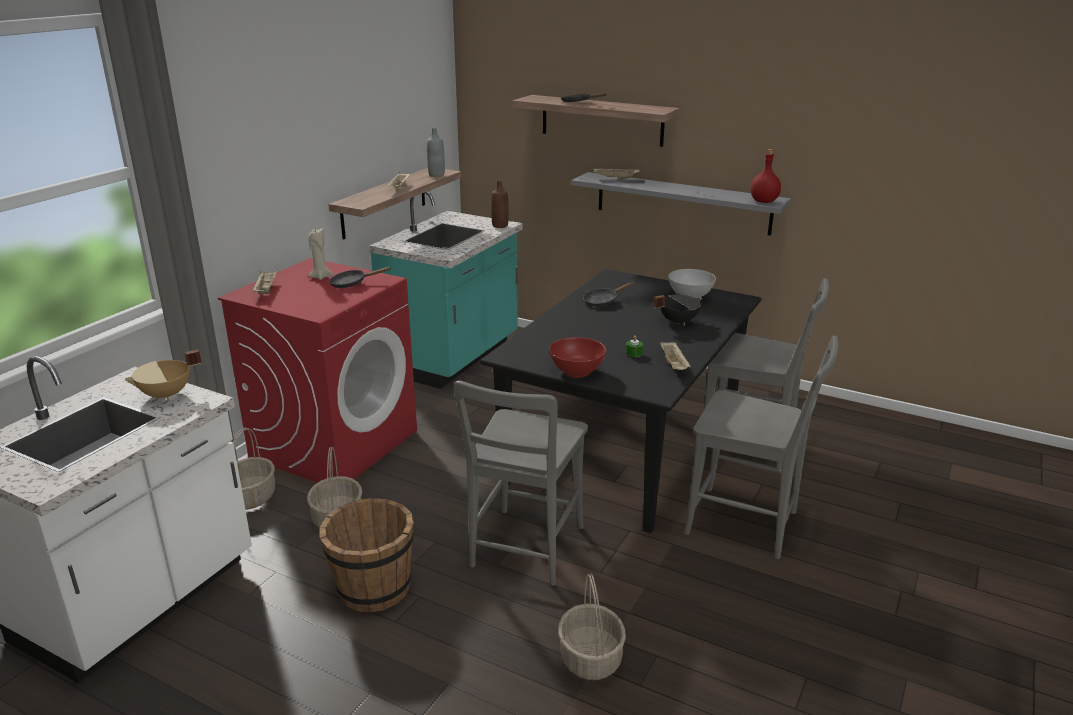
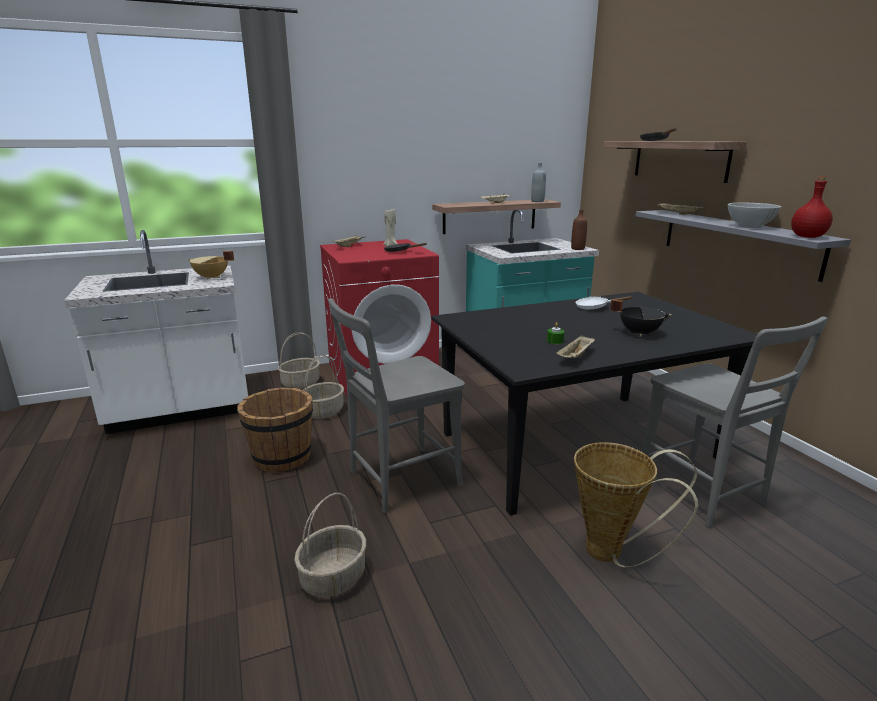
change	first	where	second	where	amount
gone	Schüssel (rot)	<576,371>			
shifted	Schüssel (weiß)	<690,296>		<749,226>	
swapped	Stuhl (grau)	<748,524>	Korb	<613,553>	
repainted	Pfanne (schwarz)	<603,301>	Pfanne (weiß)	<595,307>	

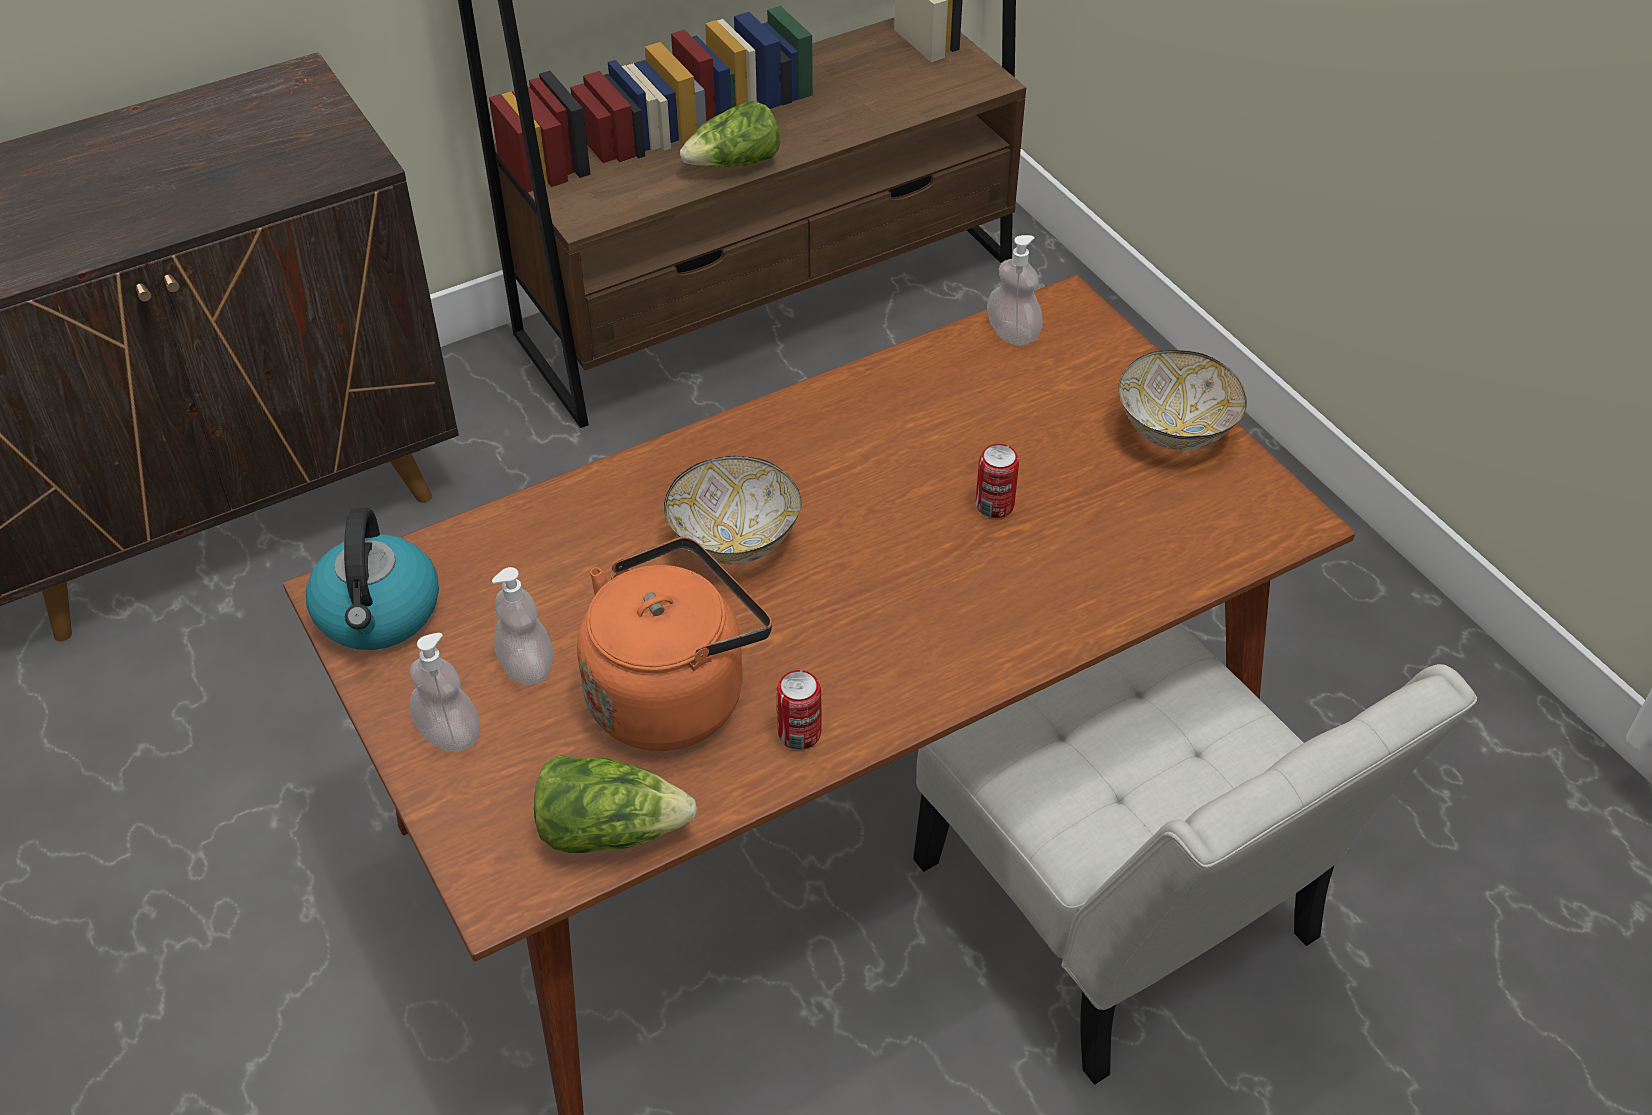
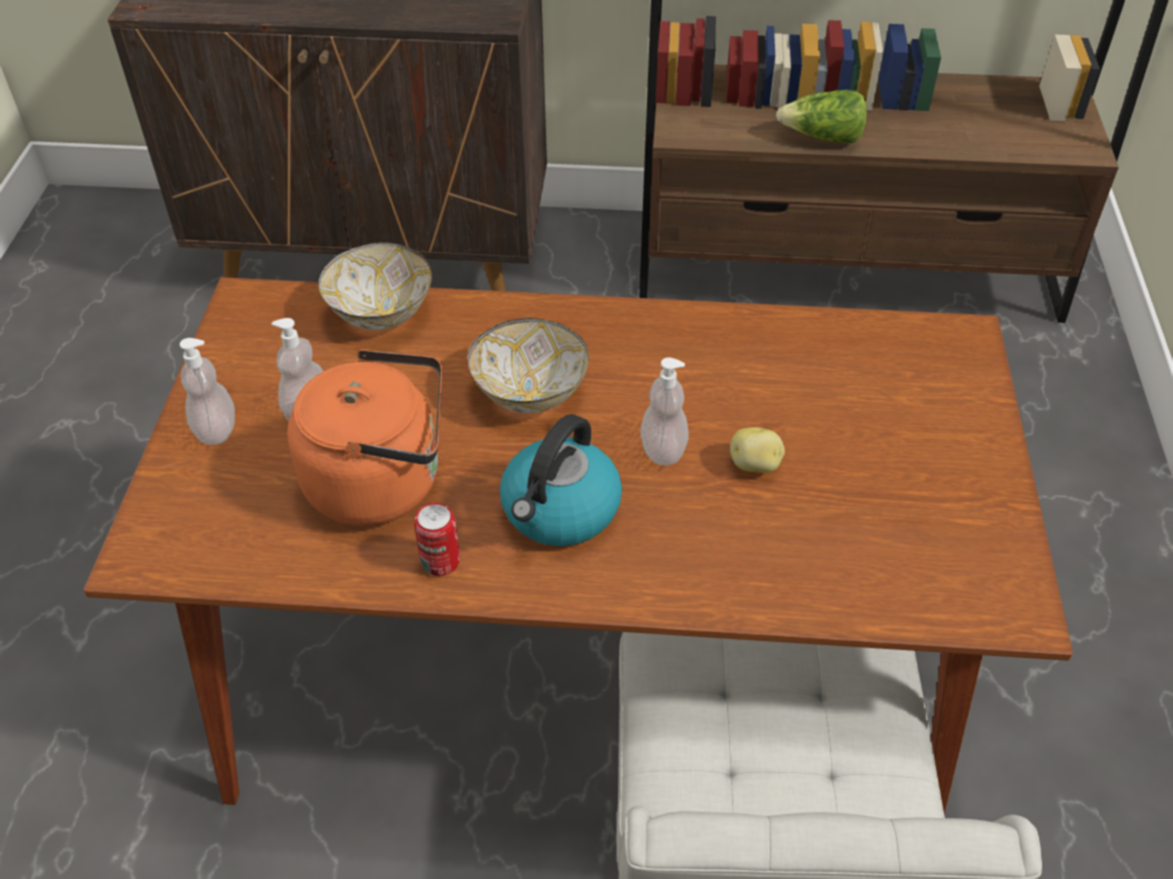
change	first	where	second	where	amount
gone	Salatkopf	<610,829>			
shifted	Wasserkessel	<378,613>		<560,511>	
shifted	Seifenspender	<1012,333>		<663,449>	
shifted	Schüssel	<1175,432>		<380,314>	
swapped	Dose	<994,505>	Kartoffel	<755,465>	

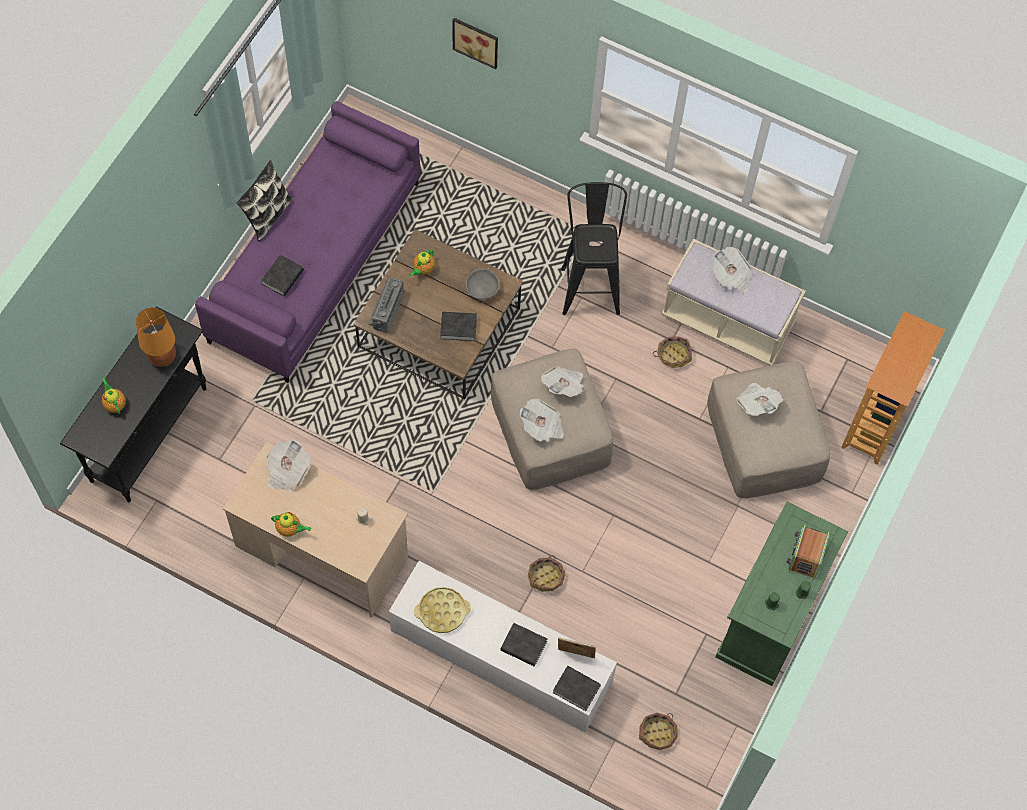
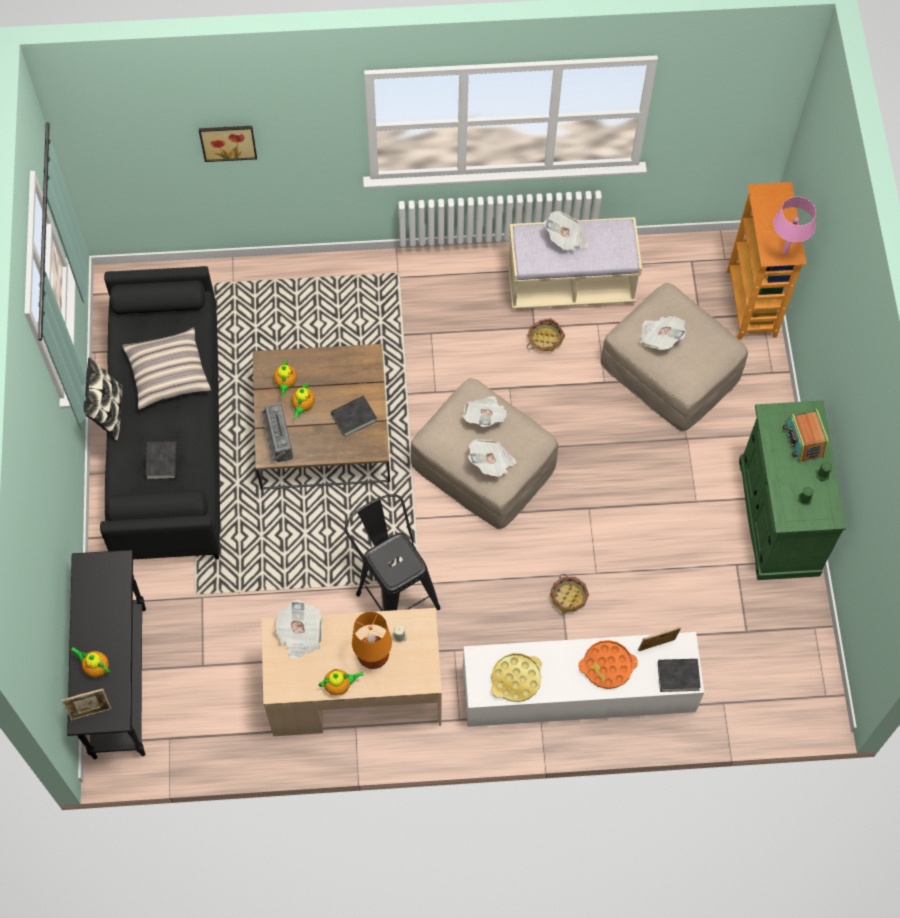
change	first	where	second	where	amount
gone	Schüssel (grau)	<482,290>			
gone	Korb	<658,733>			
new			Bilderrahmen	<91,712>	
new			Kissen	<168,373>	
new			Teekanne	<303,406>	
new			Tischlampe (rosa)	<785,252>	
shifted	Tischlampe (orange)	<163,357>		<373,656>	
shifted	Hocker (schwarz)	<590,284>		<393,594>	
swapped	Buch (schwarz)	<523,646>	Tablett (orange)	<607,666>	
repainted	Sofa (lila)	<315,261>	Sofa (schwarz)	<167,433>	

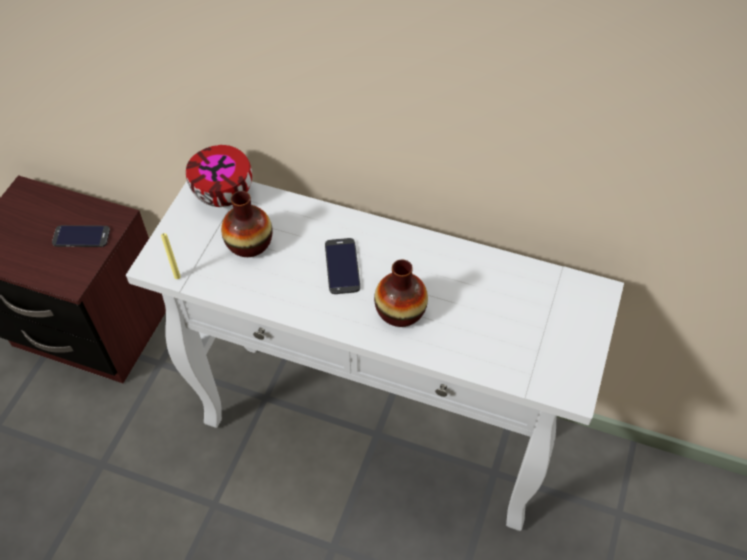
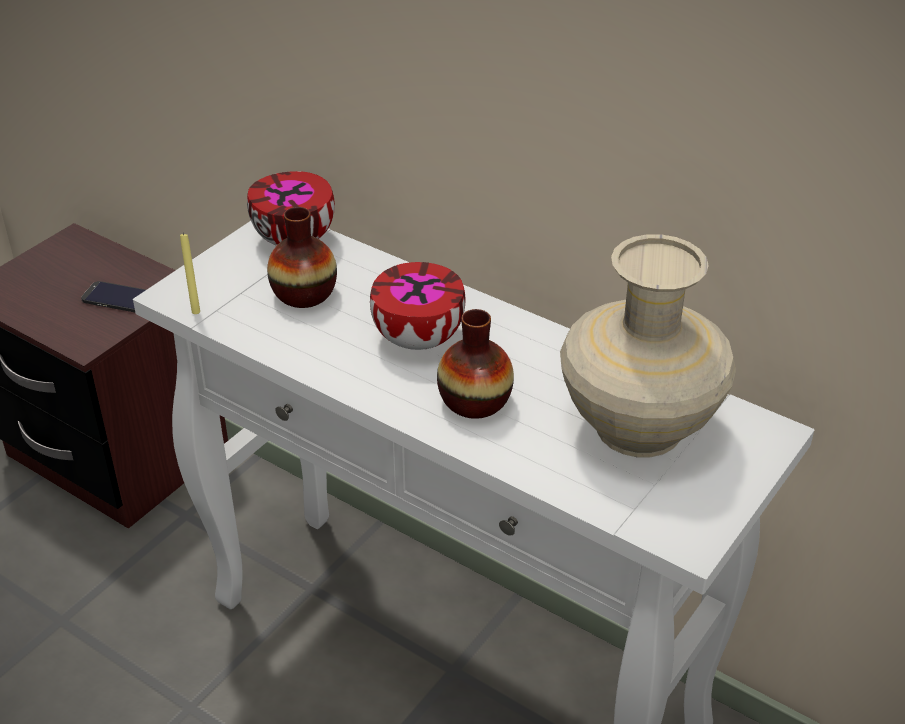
change	first	where	second	where	amount
new			Vase (beige)	<640,427>	
swapped	Handy	<342,266>	Schüssel	<416,339>	

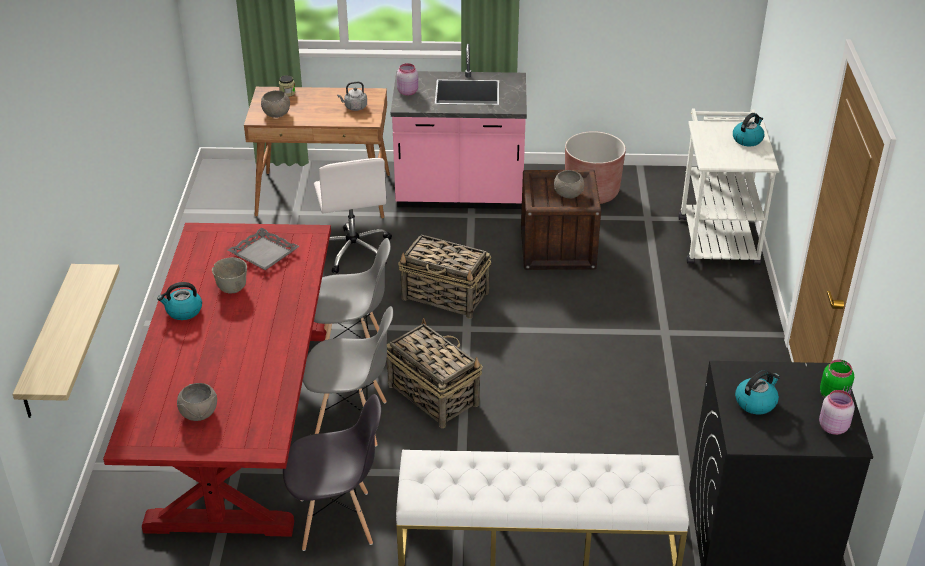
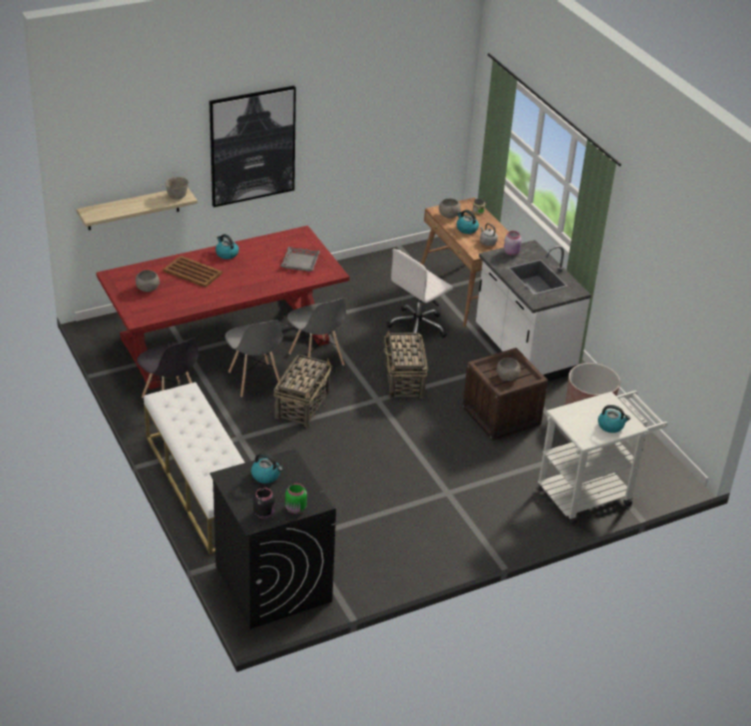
change	first	where	second	where	amount
new			Tablett (braun)	<192,272>	
new			Bild	<252,146>	
new			Wasserkessel	<466,229>	
shifted	Schüssel (grau)	<231,288>		<177,196>	
repainted	Küchenzeile (rosa)	<460,195>	Küchenzeile (weiß)	<523,352>	
repainted	Vorratsglas (rosa)	<832,426>	Vorratsglas (schwarz)	<264,513>	

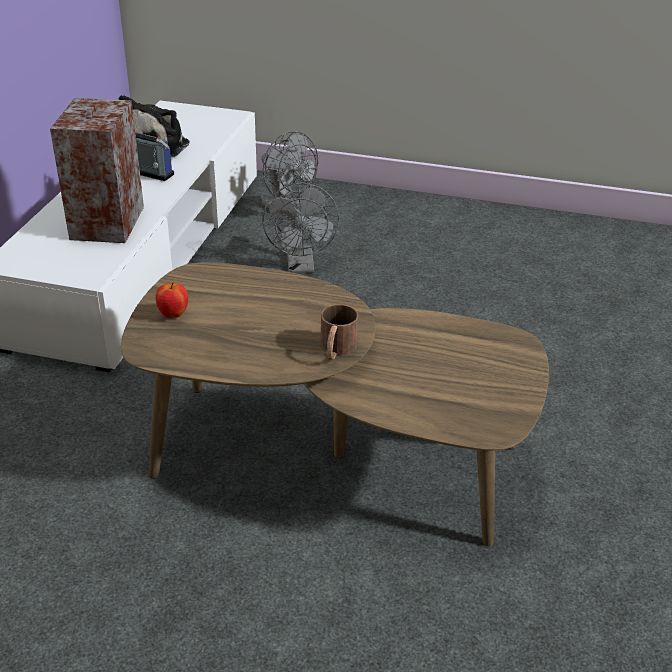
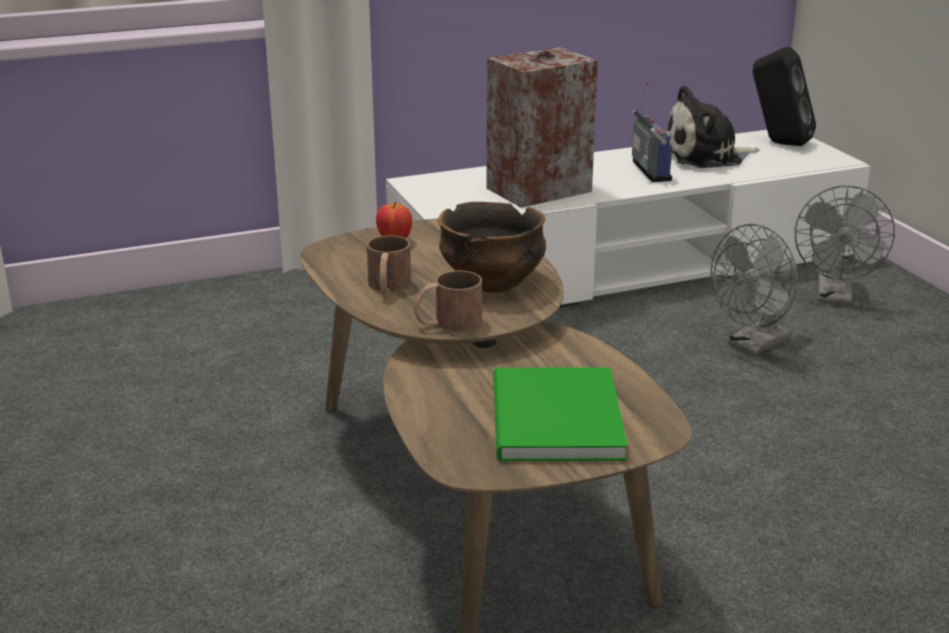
change	first	where	second	where	amount
new			Henkelbecher (braun)	<388,288>	
new			Schüssel	<493,282>	
new			Buch (grün)	<552,421>	
new			Lautsprecher (schwarz)	<777,143>	

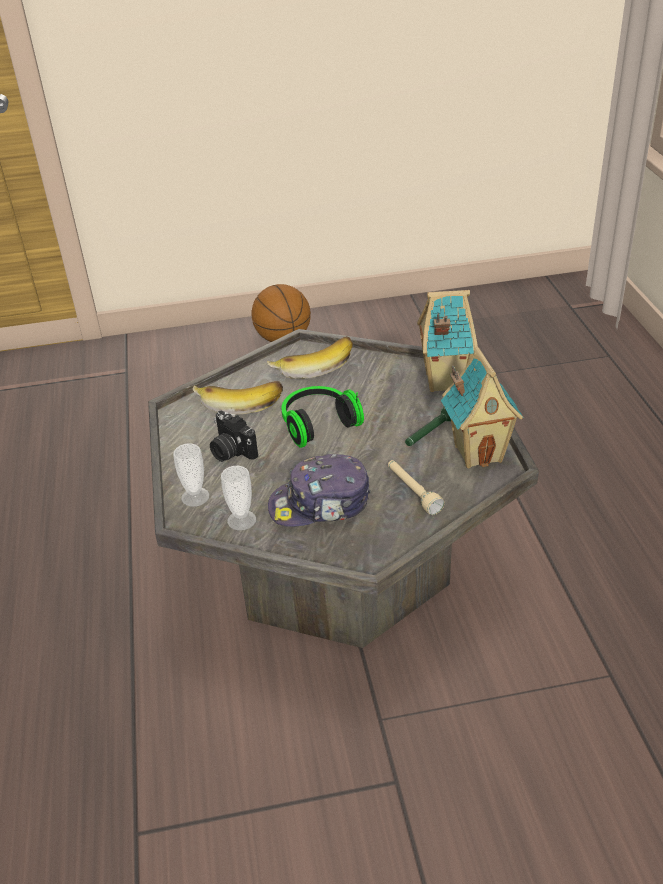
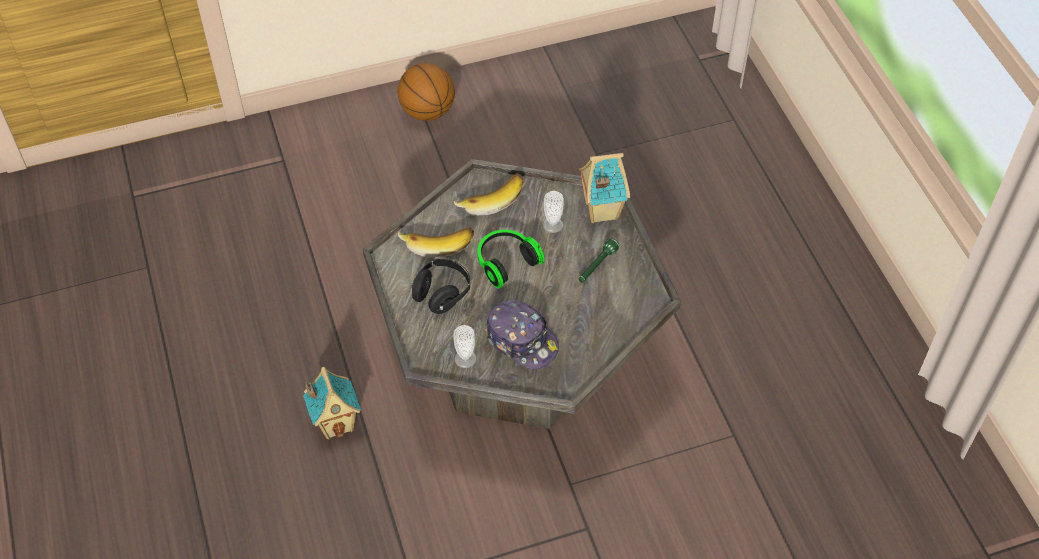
change	first	where	second	where	amount
gone	Taschenlampe (beige)	<412,492>			
shifted	Tasse	<195,497>		<553,225>	
shifted	Spielzeughaus	<478,453>		<336,423>	
swapped	Kamera	<231,451>	Kopfhörer (schwarz)	<442,294>	
rotated	Kappe	<320,504>		<521,340>	120 degrees counterclockwise

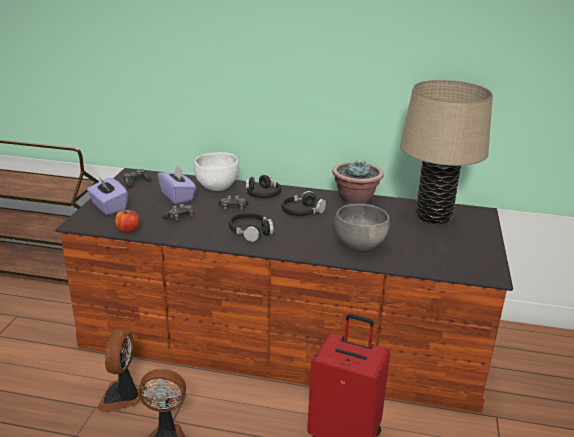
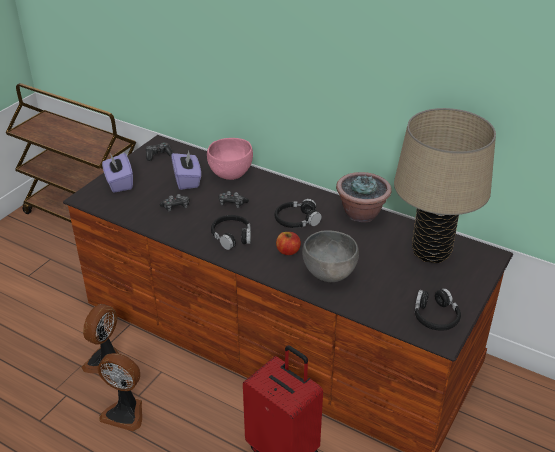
change	first	where	second	where	amount
shifted	Apfel	<128,230>		<288,251>	
shifted	Kopfhörer (schwarz)	<262,194>		<435,316>	
repainted	Schüssel (weiß)	<217,187>	Schüssel (rosa)	<230,174>	

